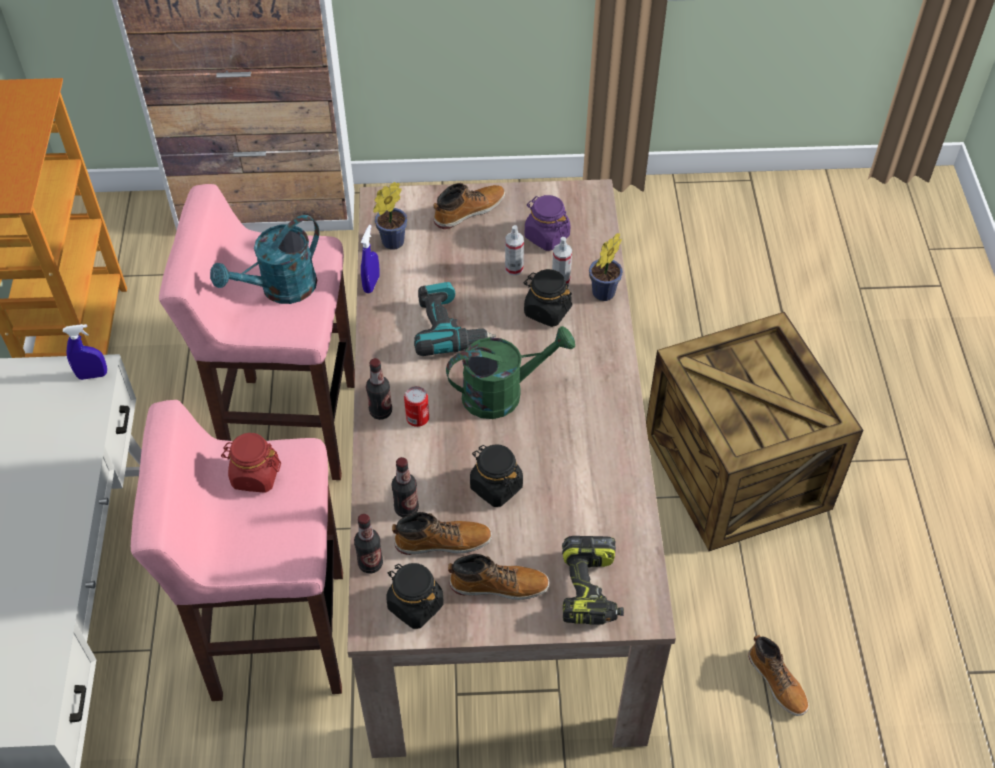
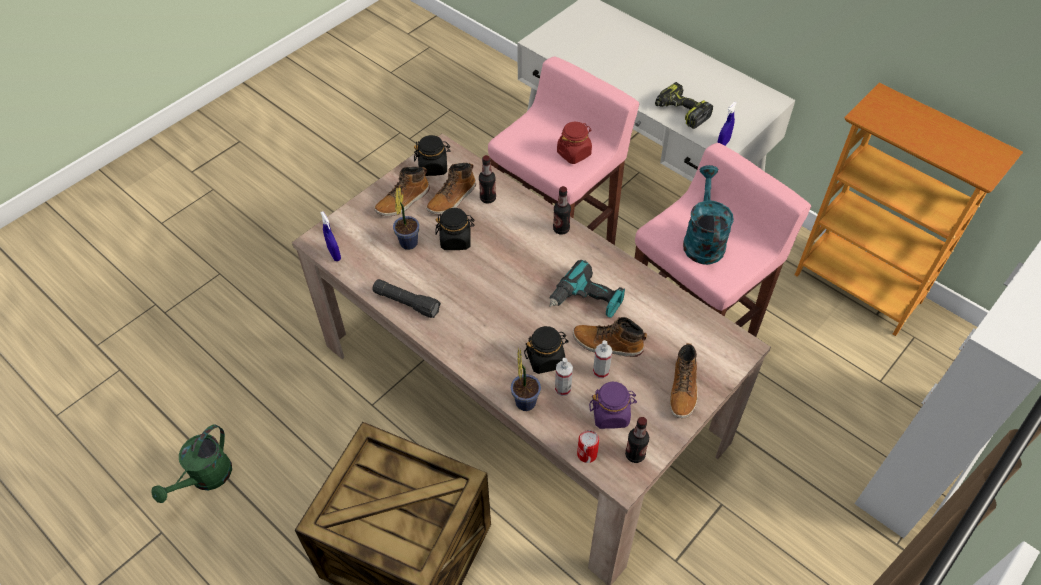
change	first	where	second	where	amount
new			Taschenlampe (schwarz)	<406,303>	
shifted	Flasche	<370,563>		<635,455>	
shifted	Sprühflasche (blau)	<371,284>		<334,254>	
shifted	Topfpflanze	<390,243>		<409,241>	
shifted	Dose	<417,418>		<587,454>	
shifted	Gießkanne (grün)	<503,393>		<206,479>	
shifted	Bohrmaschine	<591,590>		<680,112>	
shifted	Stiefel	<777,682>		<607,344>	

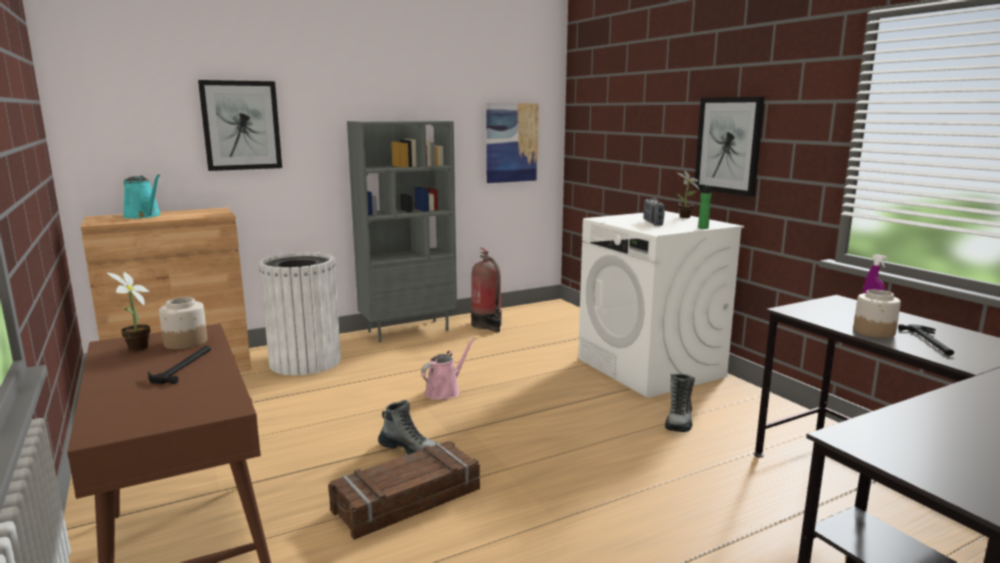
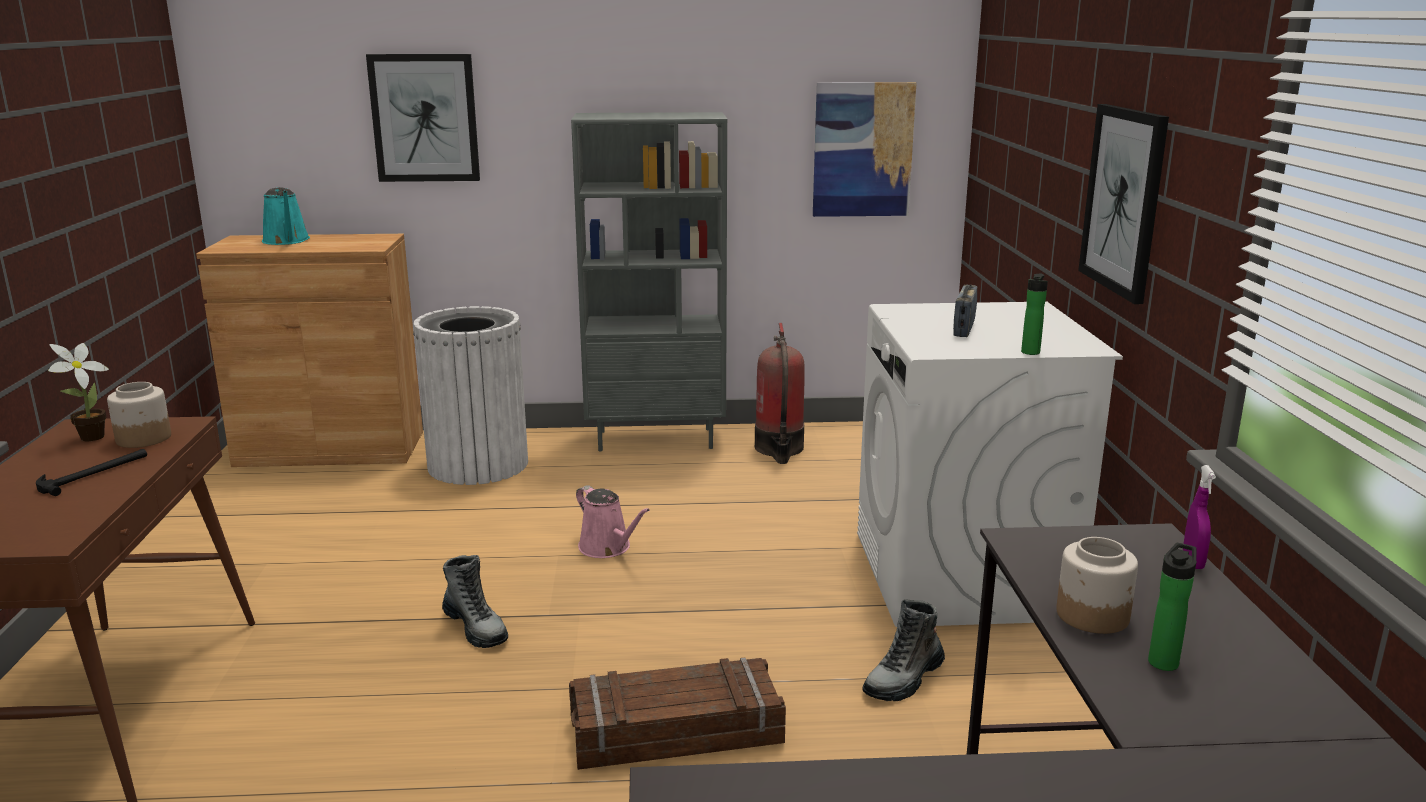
change	first	where	second	where	amount
gone	Topfpflanze	<685,217>			
shifted	Kiste	<407,500>		<676,732>	
swapped	Hammer	<930,342>	Flasche	<1164,661>	
rotated	Gießkanne (rosa)	<445,391>		<608,548>	75 degrees clockwise

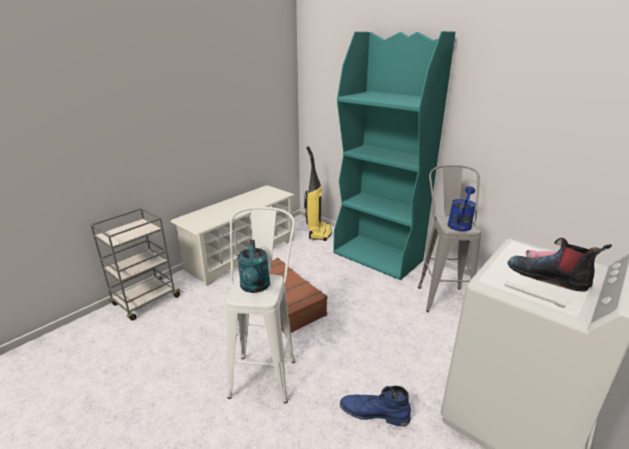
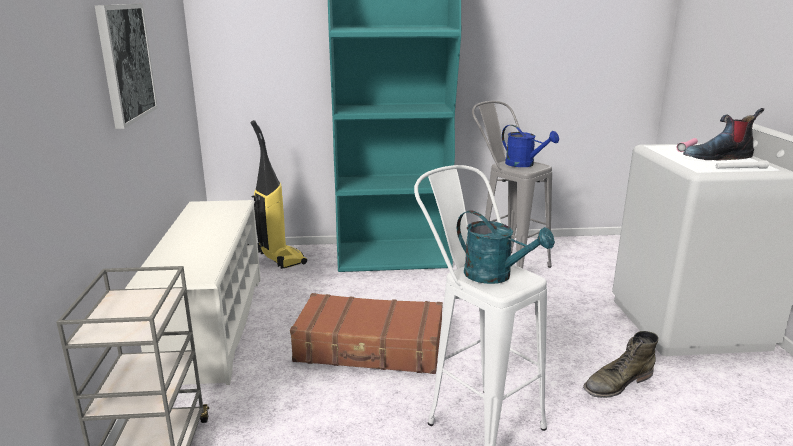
change	first	where	second	where	amount
new			Bild	<125,63>	
repainted	Stiefel (blau)	<374,412>	Stiefel (grün)	<617,383>	
rotated	Gießkanne (blau)	<460,223>		<524,164>	150 degrees clockwise

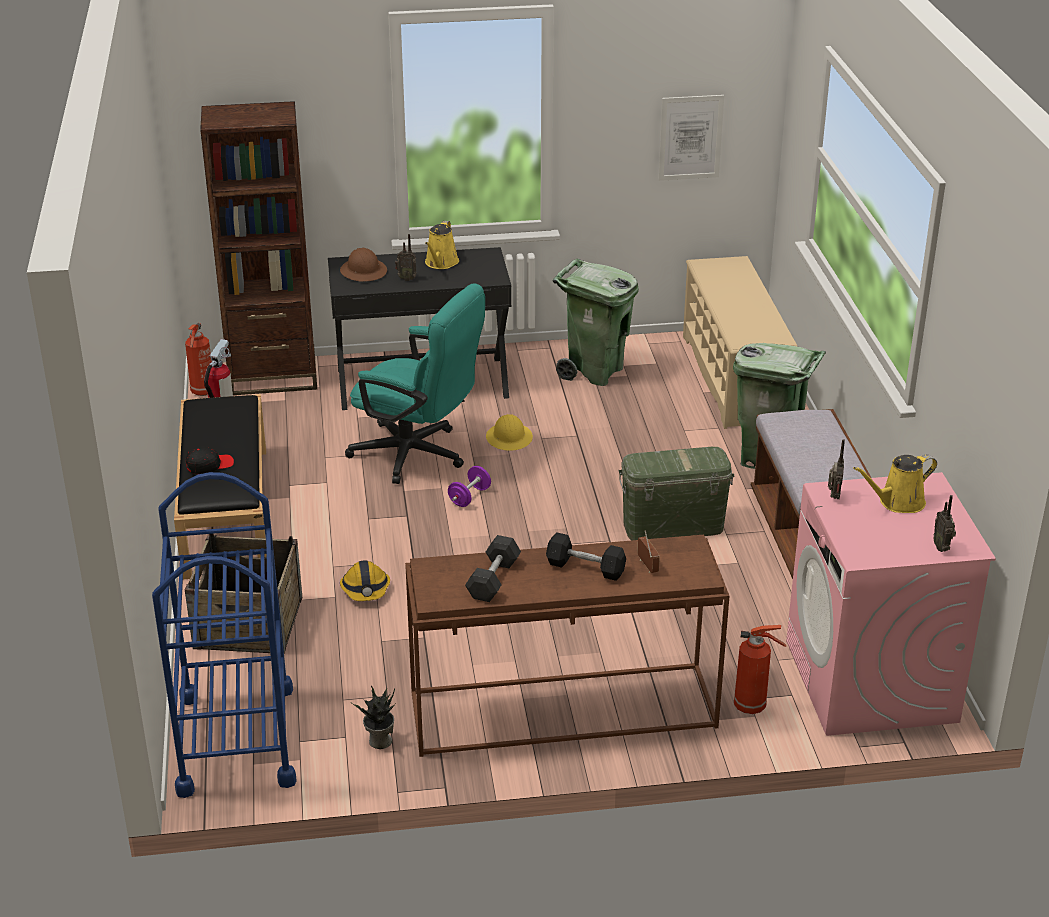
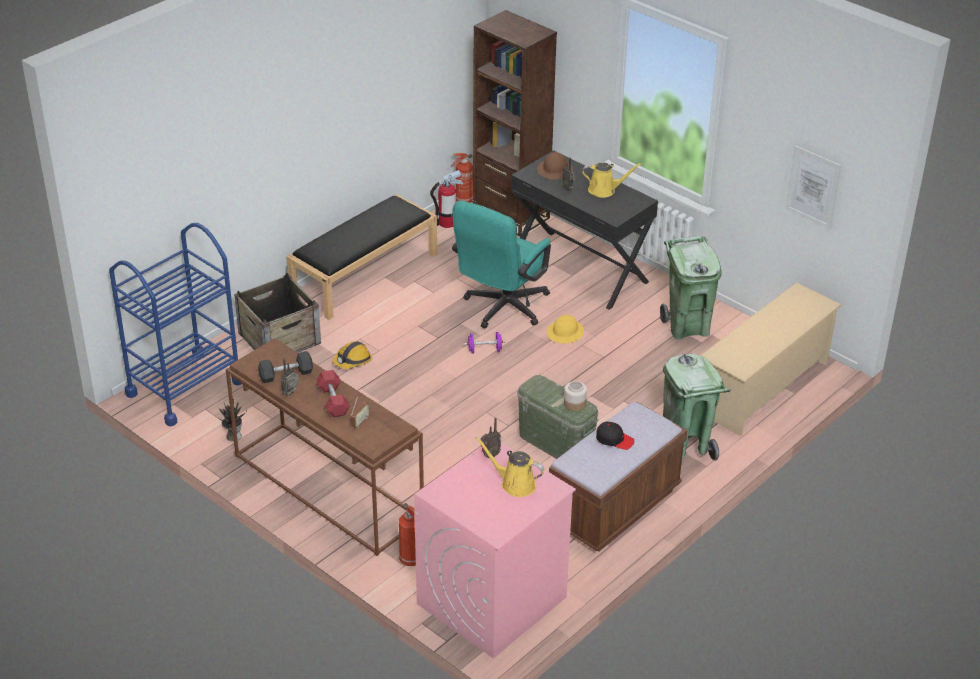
change	first	where	second	where	amount
new			Vorratsglas	<574,404>	
shifted	Kappe (schwarz)	<209,465>		<614,439>	
shifted	Radio	<942,548>		<291,394>	
repainted	Hantel (schwarz)	<585,568>	Hantel (rot)	<333,401>	
rotated	Bürostuhl (türkis)	<418,456>		<501,309>	45 degrees clockwise
rotated	Gießkanne (gelb)	<441,263>		<604,190>	150 degrees counterclockwise

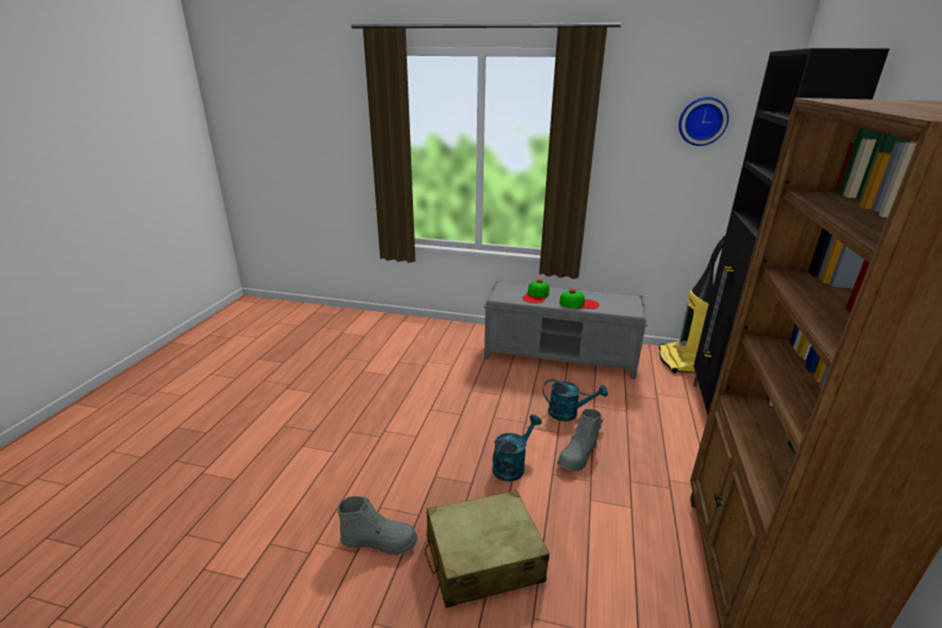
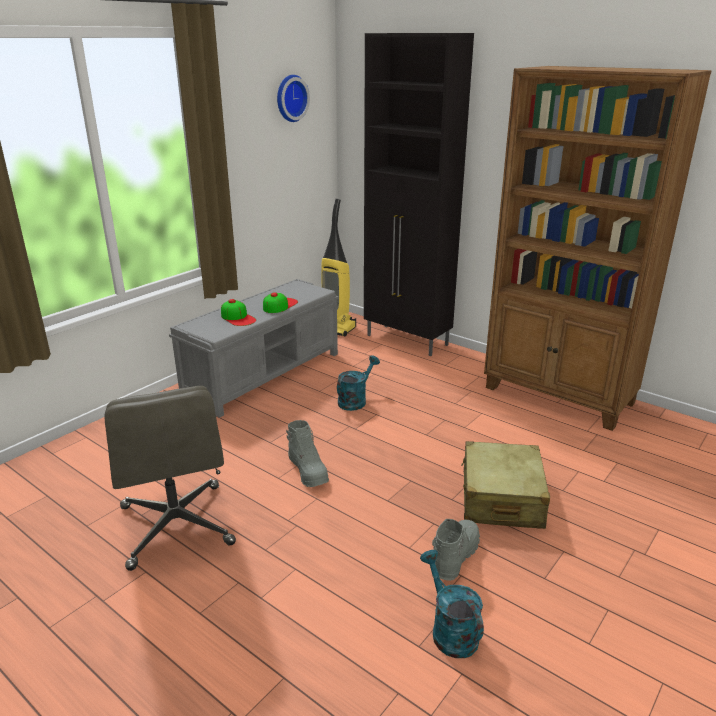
change	first	where	second	where	amount
new			Bürostuhl (grau)	<177,526>	
shifted	Gießkanne (türkis)	<512,465>		<450,630>	
shifted	Stiefel (grau)	<578,455>		<308,471>	

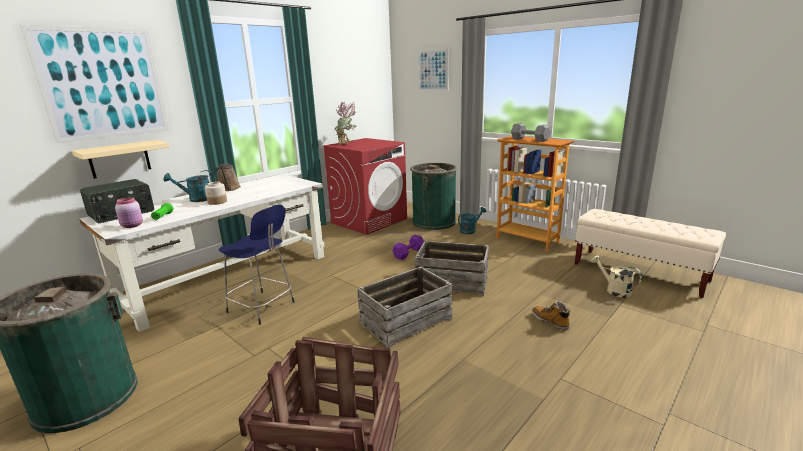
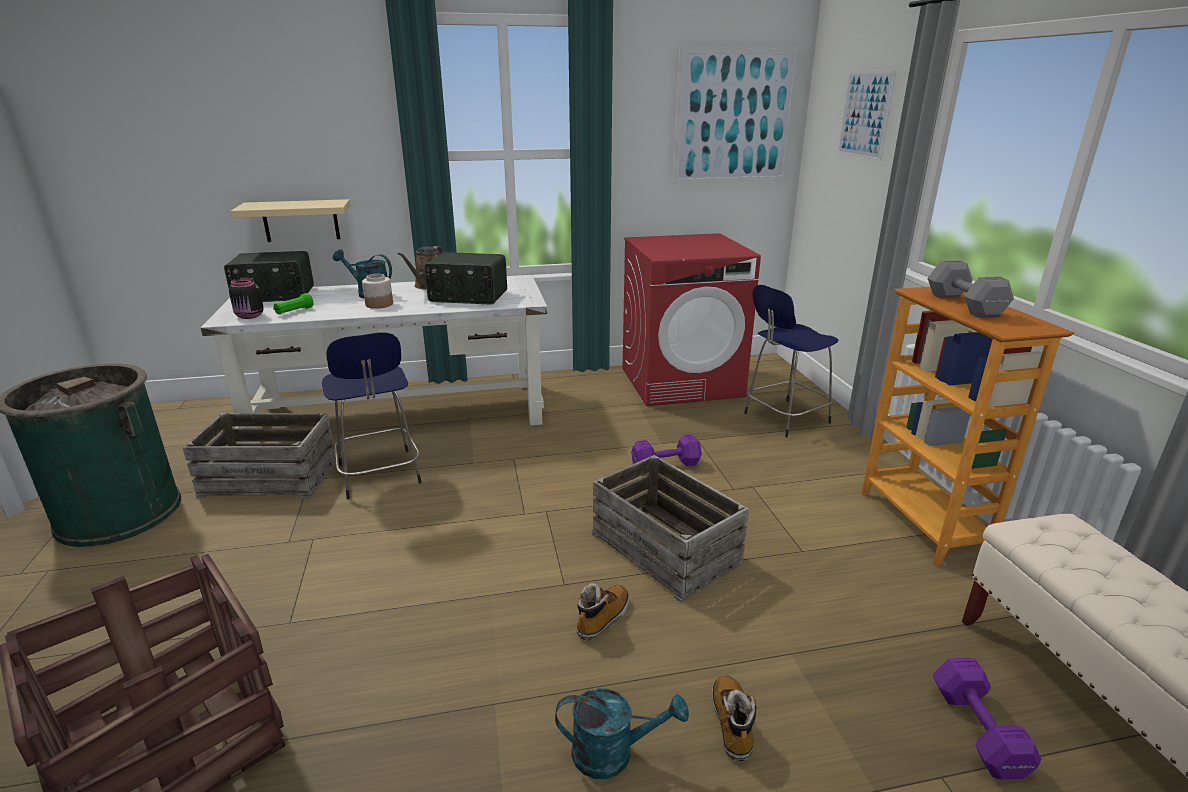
change	first	where	second	where	amount
gone	Topfpflanze	<347,144>			
new			Radio	<468,297>	
new			Stiefel	<603,618>	
shifted	Bild	<103,84>		<735,117>	
shifted	Kiste	<405,320>		<270,477>	
shifted	Gießkanne (türkis)	<470,230>		<613,753>	
swapped	Mülleimer (grün)	<434,222>	Hocker (blau)	<784,418>	
swapped	Gießkanne (beige)	<614,290>	Hantel (lila)	<978,733>	
repainted	Vorratsglas (rosa)	<132,226>	Vorratsglas (schwarz)	<250,316>	

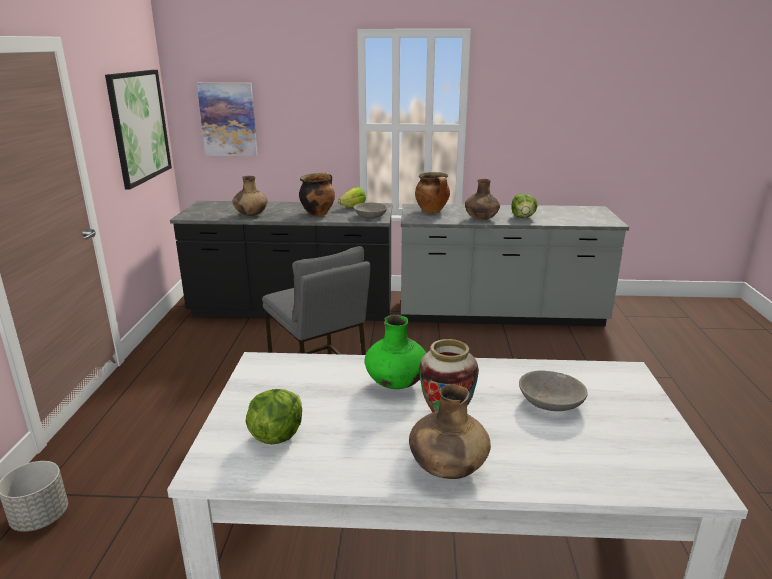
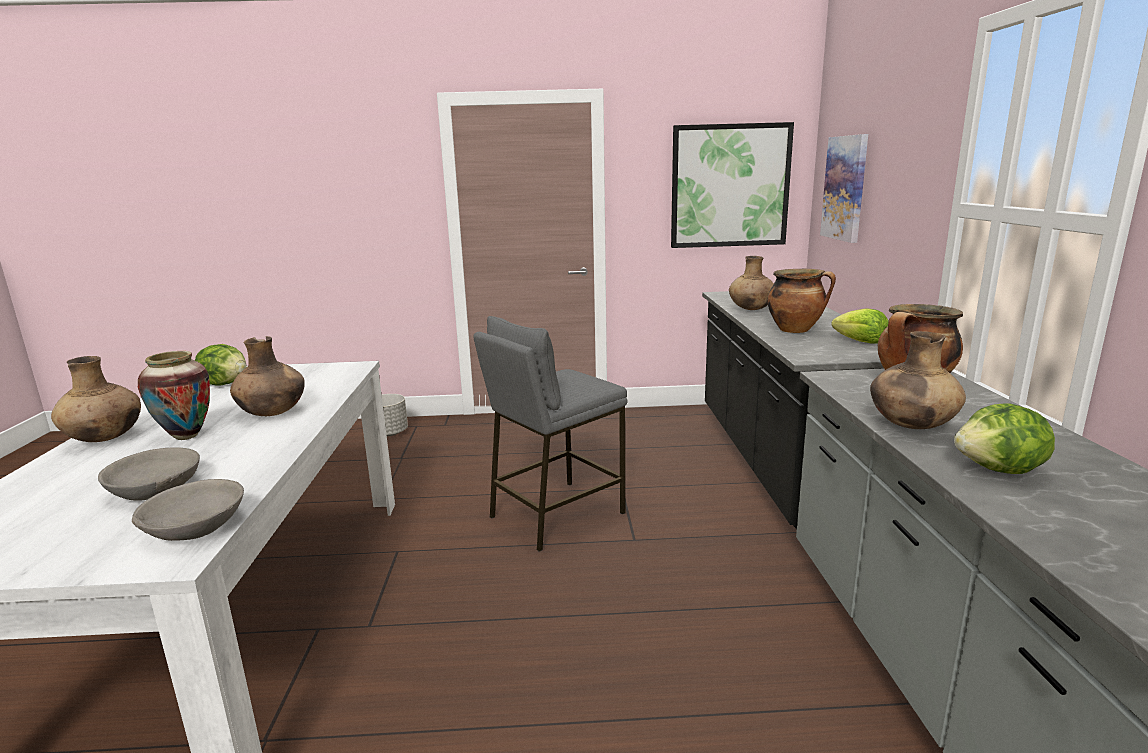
change	first	where	second	where	amount
shifted	Schüssel (grau)	<370,216>		<195,527>	
repainted	Vase (grün)	<396,383>	Vase (braun)	<273,413>	

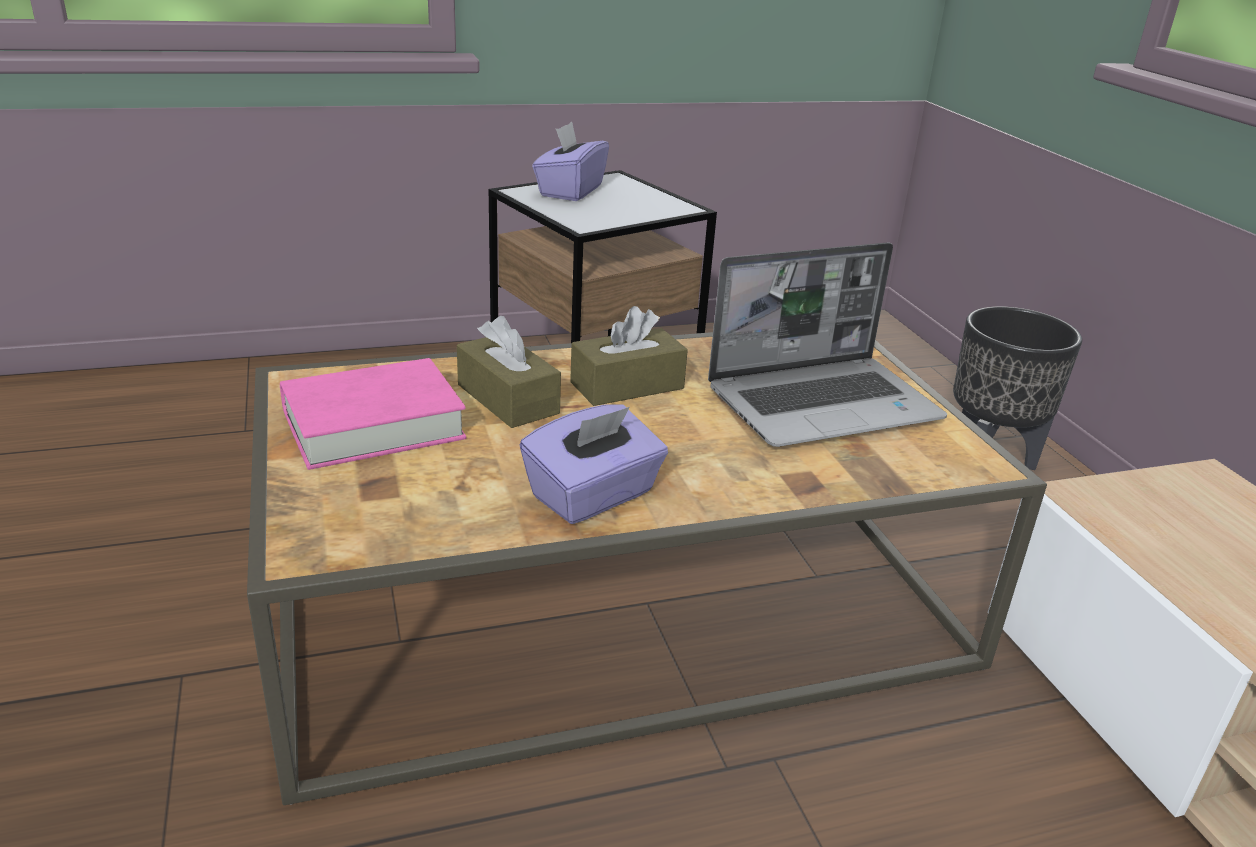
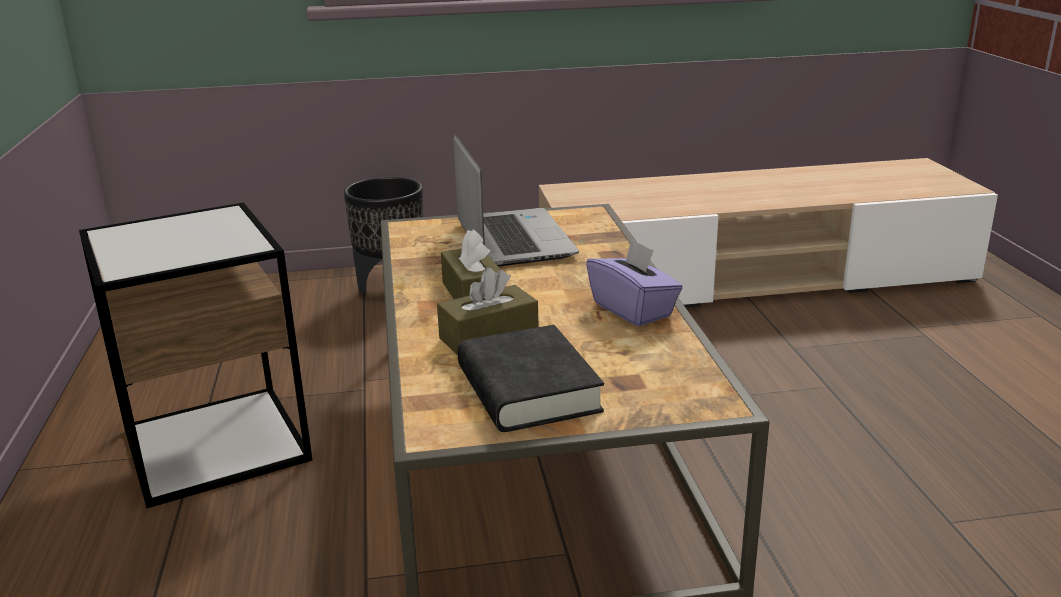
change	first	where	second	where	amount
gone	Taschentuchbox (lila)	<570,191>			
repainted	Buch (rosa)	<373,425>	Buch (schwarz)	<527,390>	

